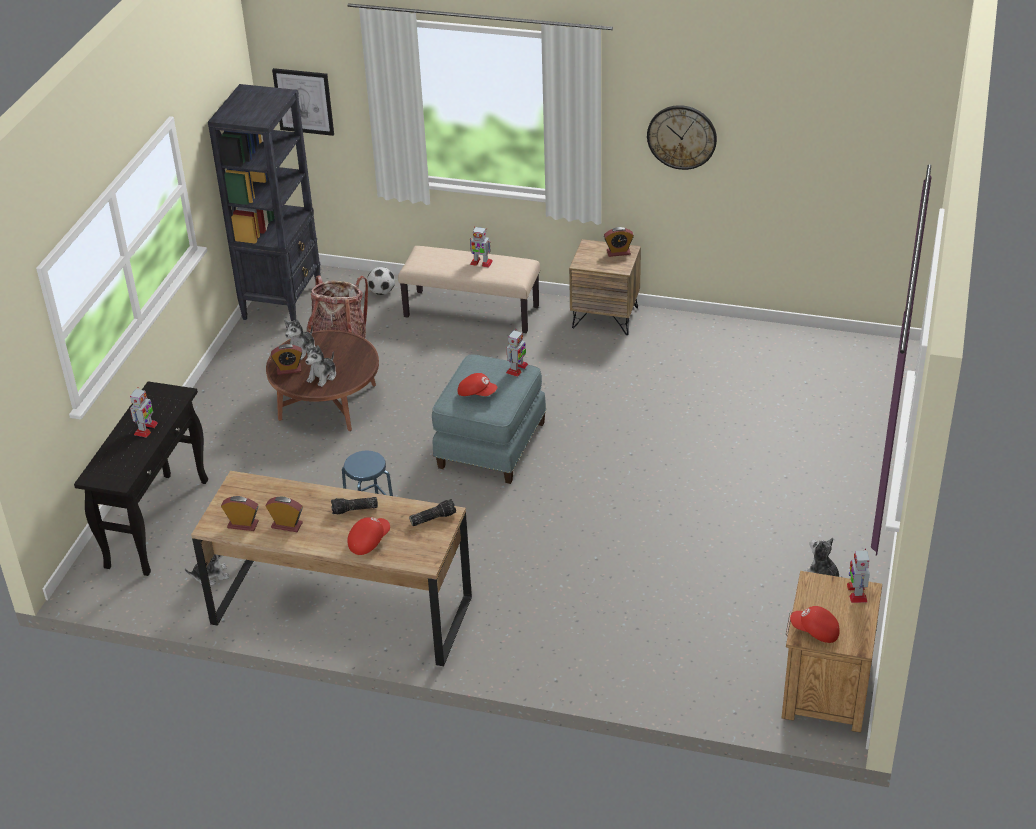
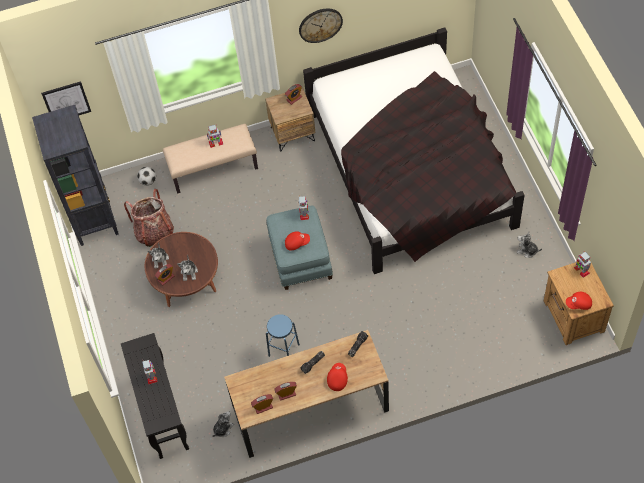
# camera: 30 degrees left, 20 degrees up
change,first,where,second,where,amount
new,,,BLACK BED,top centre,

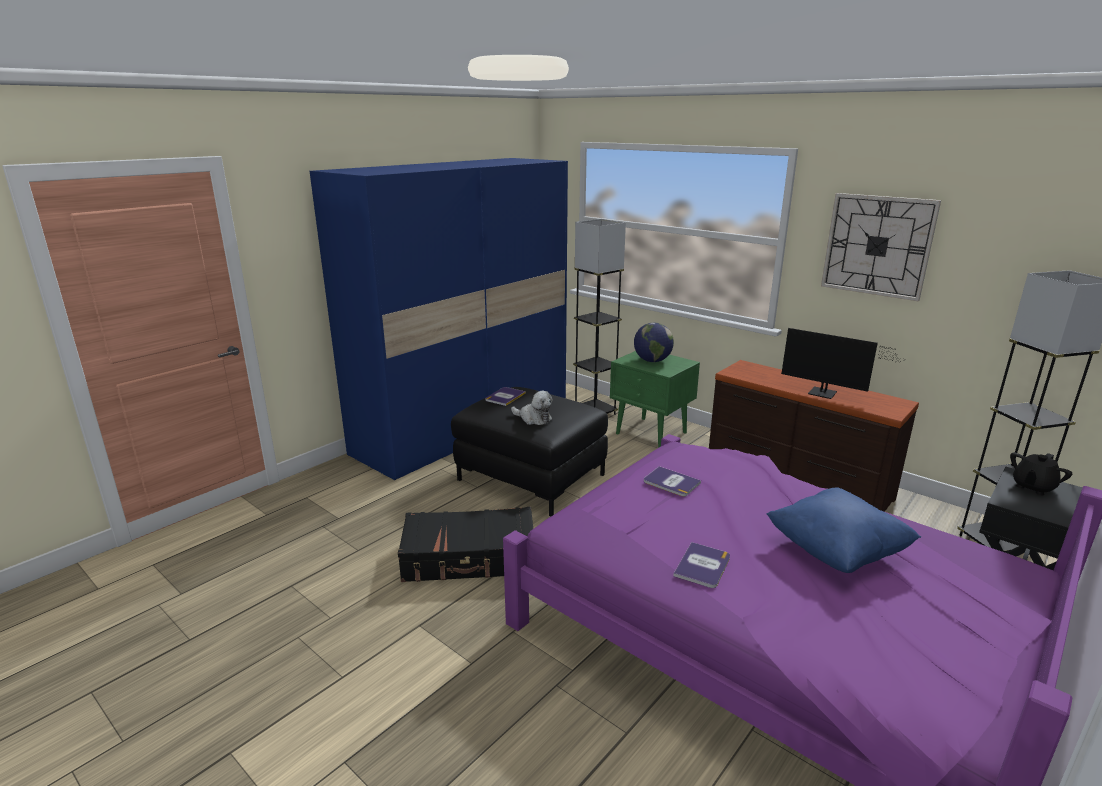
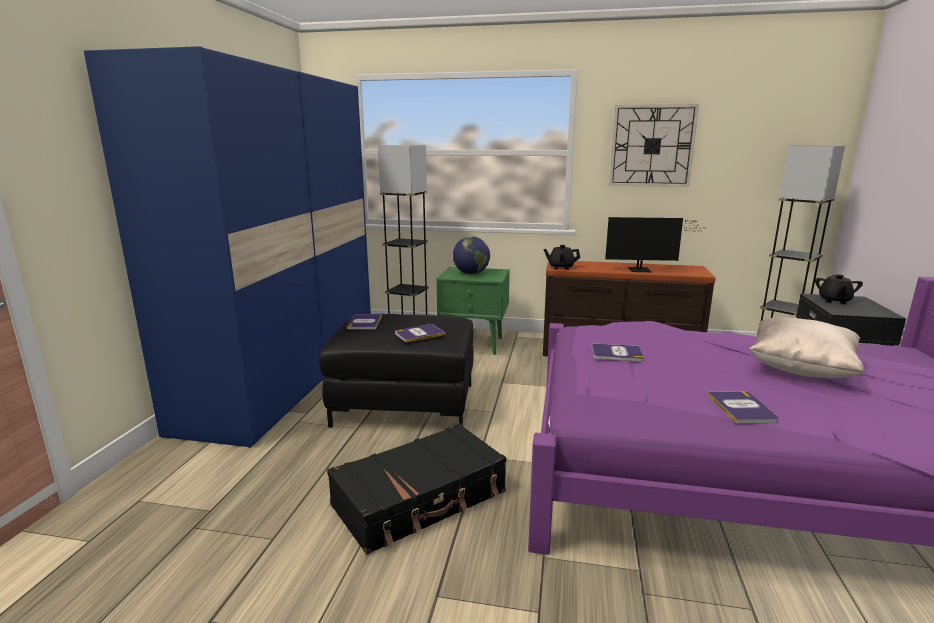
# camera: 30 degrees left, 5 degrees down
change,first,where,second,where,amount
new,,,BLACK TEAPOT (no. 1 from left),centre,
swapped,PLUSH TOY,centre,BOOK (no. 2 from left),centre,
repainted,BLUE PILLOW,bottom right,BEIGE PILLOW,middle right,

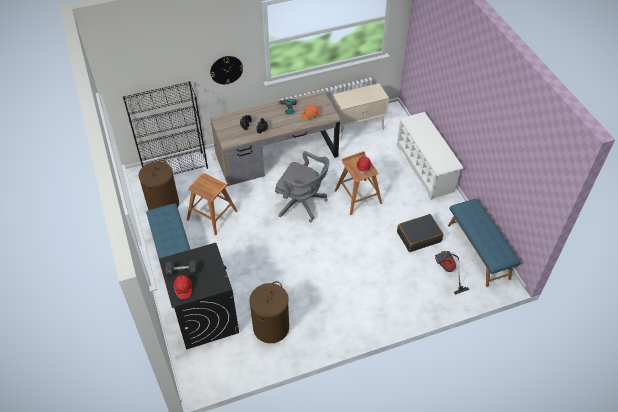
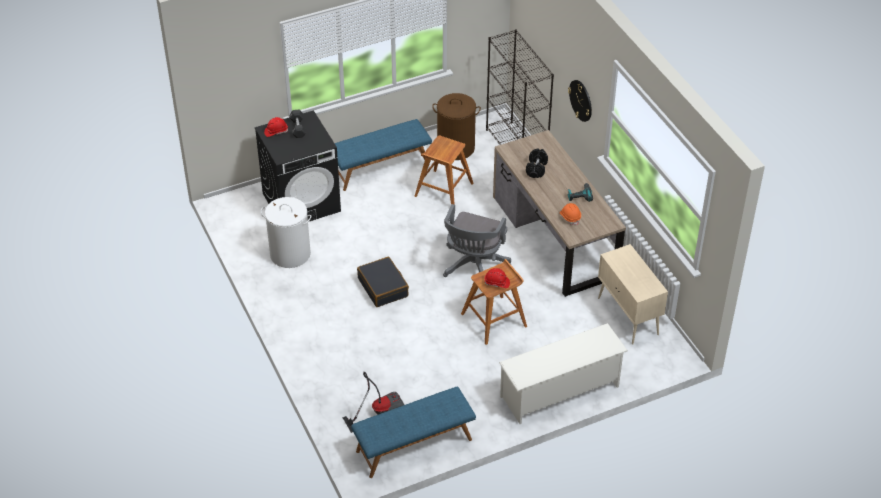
# camera: 85 degrees right, 5 degrees down
change,first,where,second,where,amount
shifted,BLACK SUITCASE,middle right,,centre,
repainted,BROWN LAUNDRY BASKET (no. 2 from left),bottom centre,WHITE LAUNDRY BASKET,middle left,

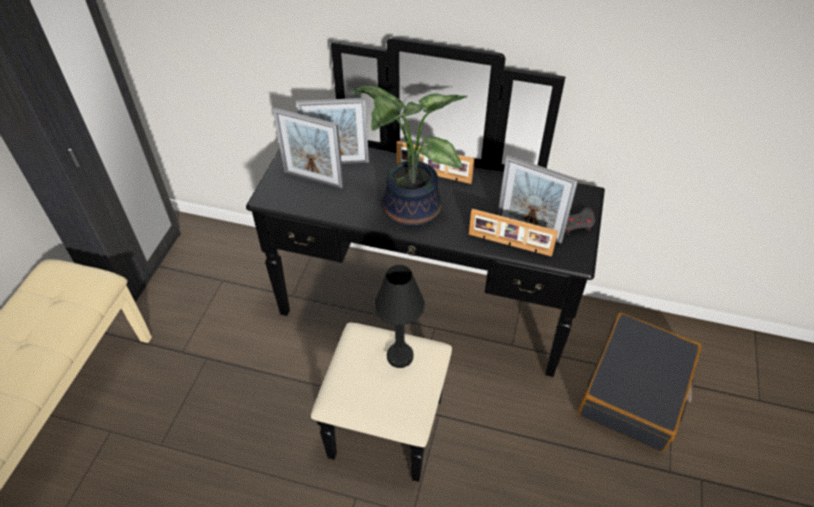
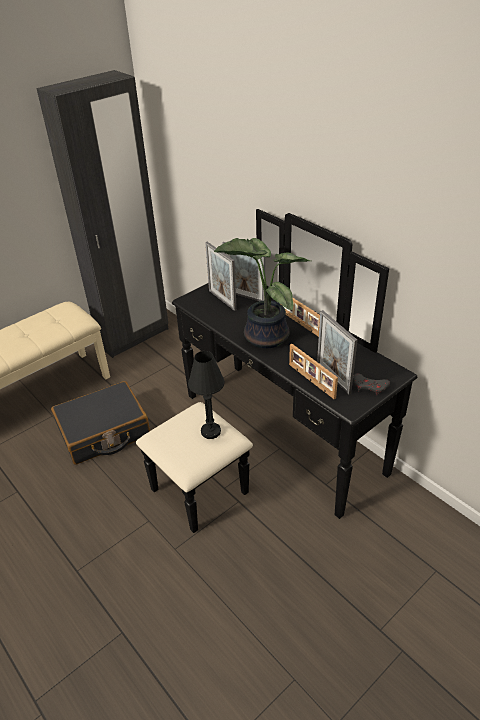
# camera: 35 degrees right, 10 degrees down
change,first,where,second,where,amount
shifted,BLACK SUITCASE,bottom right,,middle left,

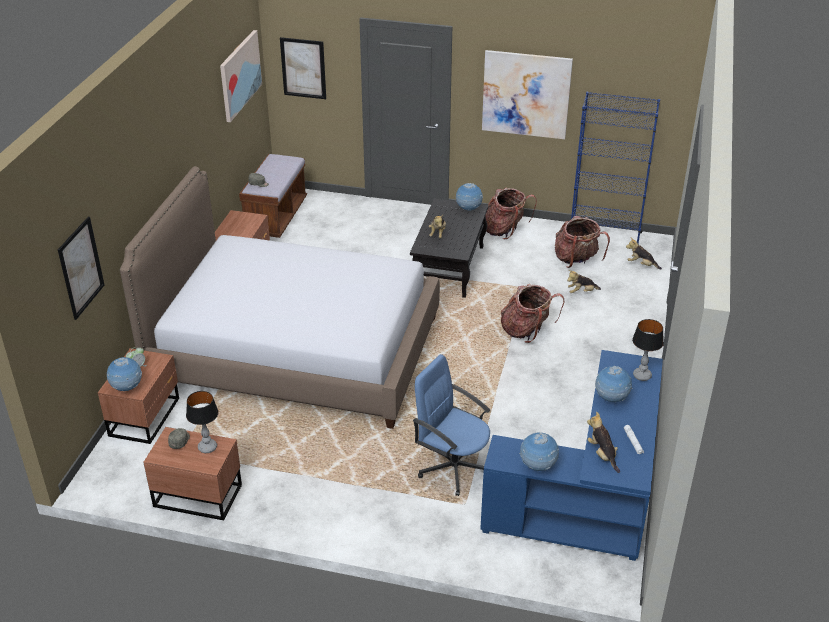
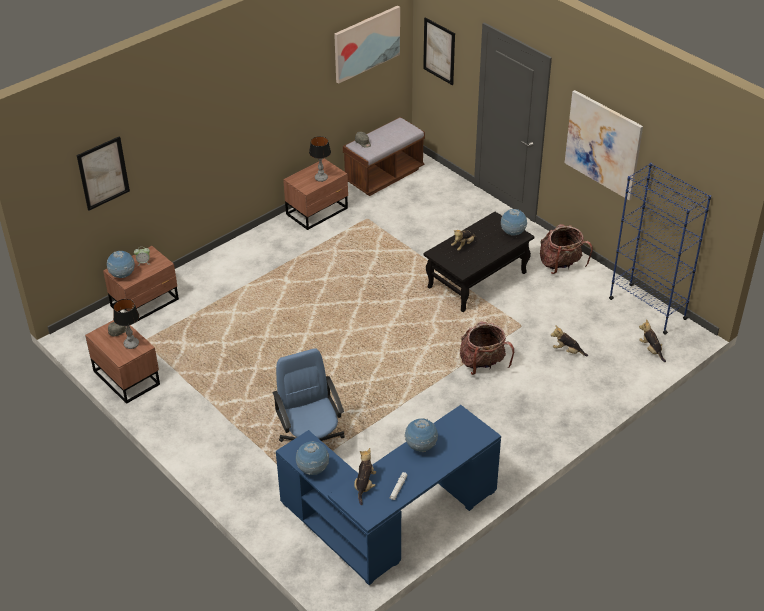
# camera: 35 degrees right, 5 degrees up
change,first,where,second,where,amount
gone,BED,centre,,,
gone,BACKPACK (no. 3 from left),middle right,,,
shifted,TABLE LAMP (no. 2 from left),middle right,,top centre,

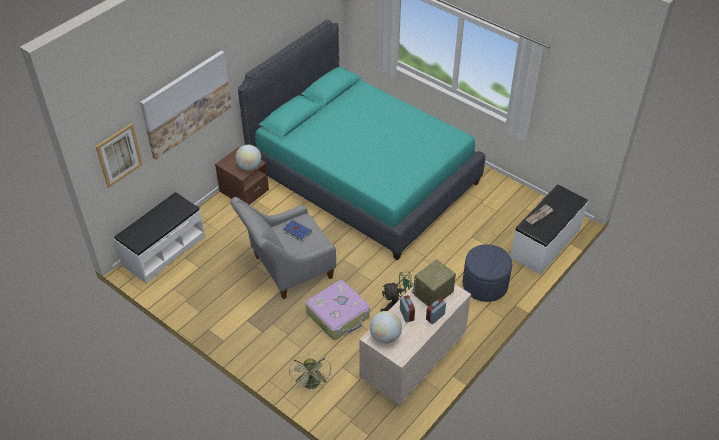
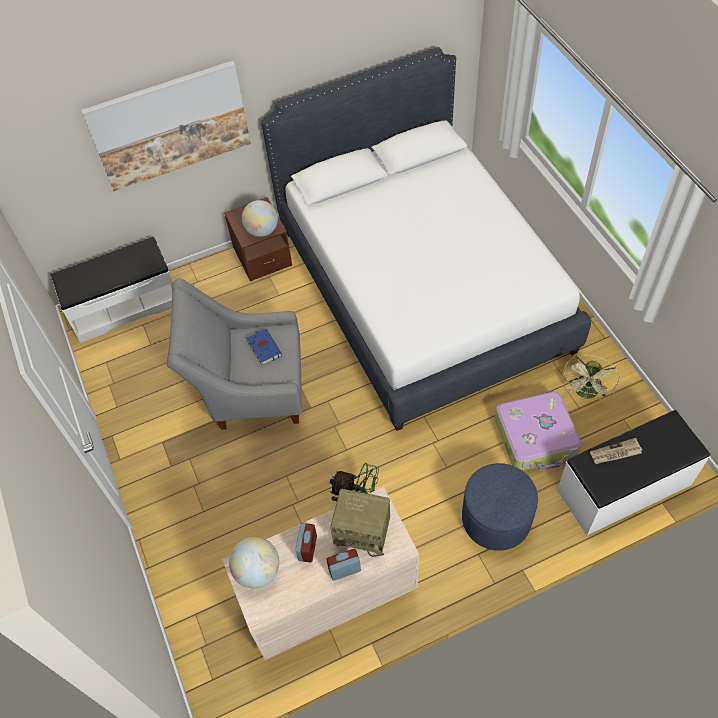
# camera: 30 degrees right, 10 degrees up
change,first,where,second,where,amount
gone,PICTURE (no. 1 from left),middle left,,,
shifted,GREEN FAN (no. 1 from left in the first image),bottom centre,GREEN FAN (no. 2 from left),middle right,
shifted,SUITCASE,bottom centre,,middle right,
repainted,TURQUOISE BED,top centre,WHITE BED,top centre,
rotated,RADIO,centre,,bottom centre,150 degrees counterclockwise

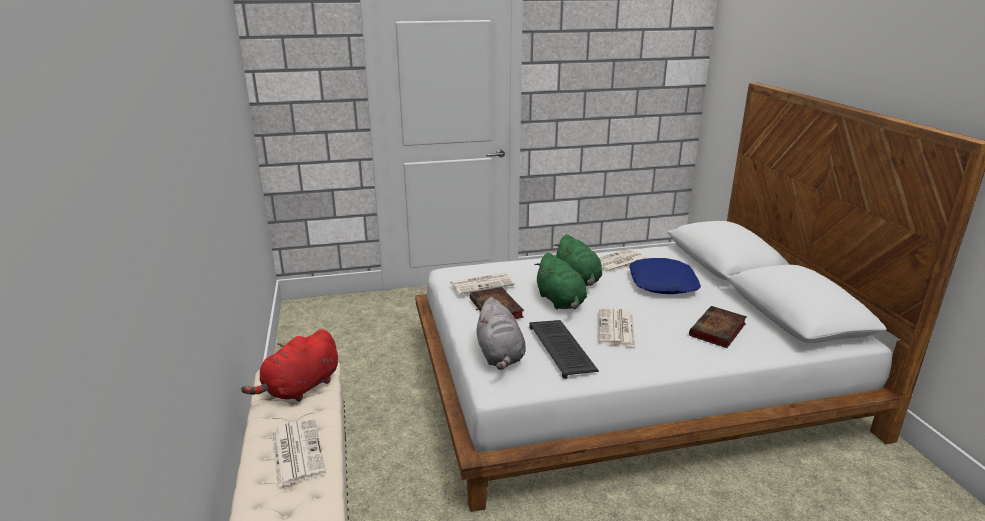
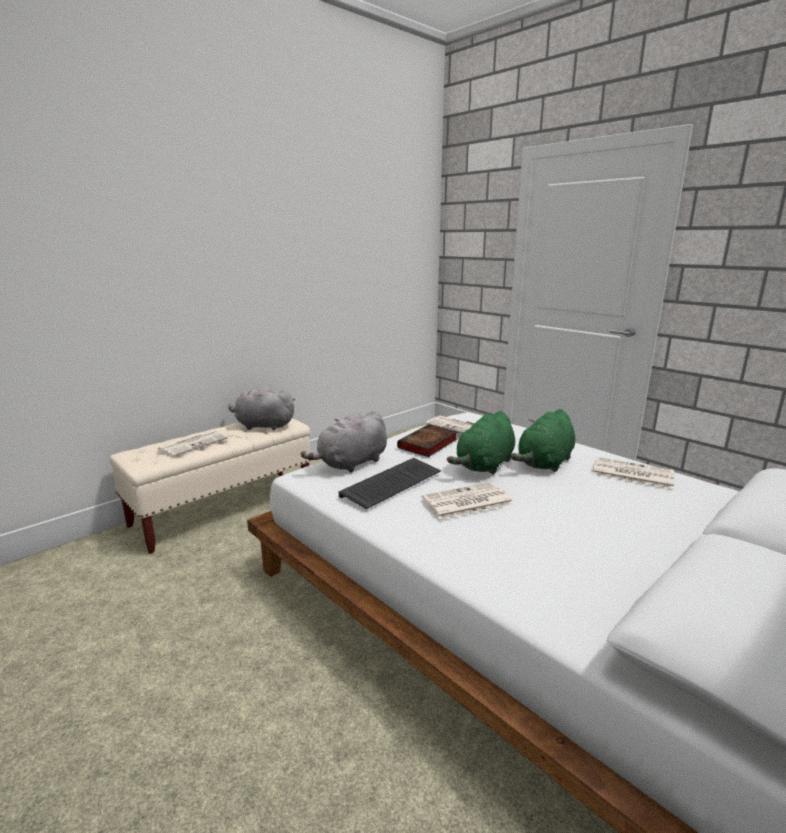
# camera: 60 degrees right, 5 degrees down
change,first,where,second,where,amount
gone,BLUE PILLOW,middle right,,,
gone,BOOK (no. 2 from left),middle right,,,
repainted,RED PLUSH TOY,bottom left,GREY PLUSH TOY (no. 1 from left),middle left,

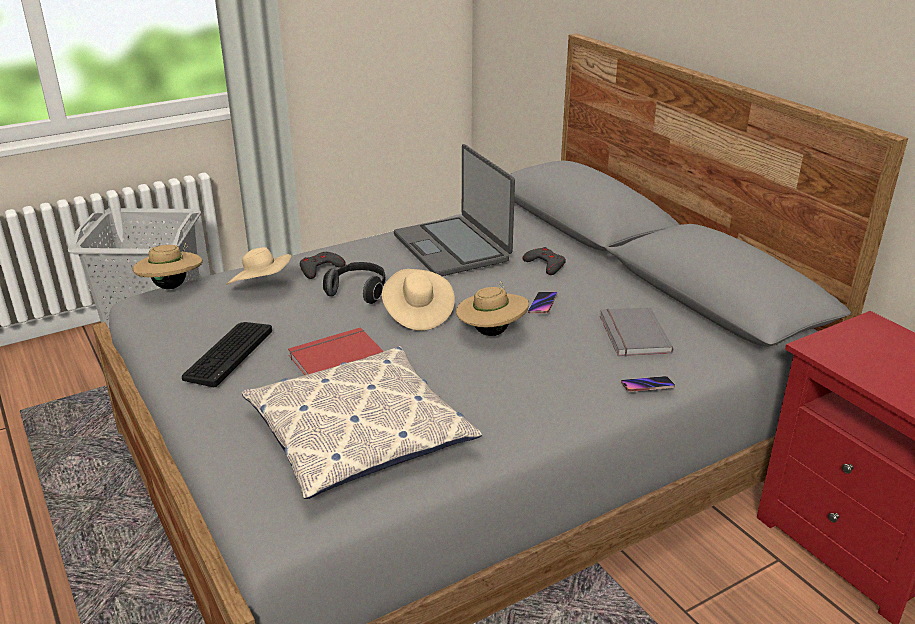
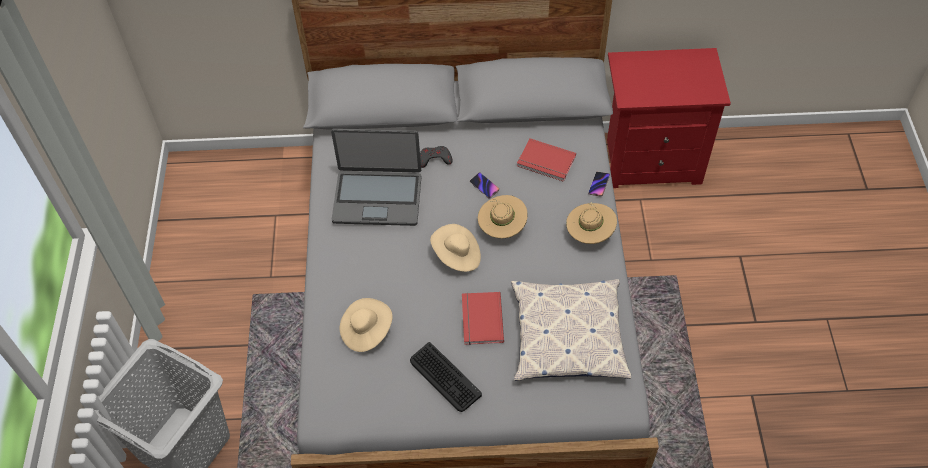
# camera: 60 degrees left, 25 degrees up
change,first,where,second,where,amount
gone,GREY GAME CONTROLLER (no. 1 from left),centre,,,
gone,HEADPHONES,centre,,,
shifted,BEIGE HAT (no. 1 from left in the first image),middle left,BEIGE HAT (no. 4 from left),centre,
repainted,GREY BOOK,middle right,RED BOOK (no. 2 from left),centre,

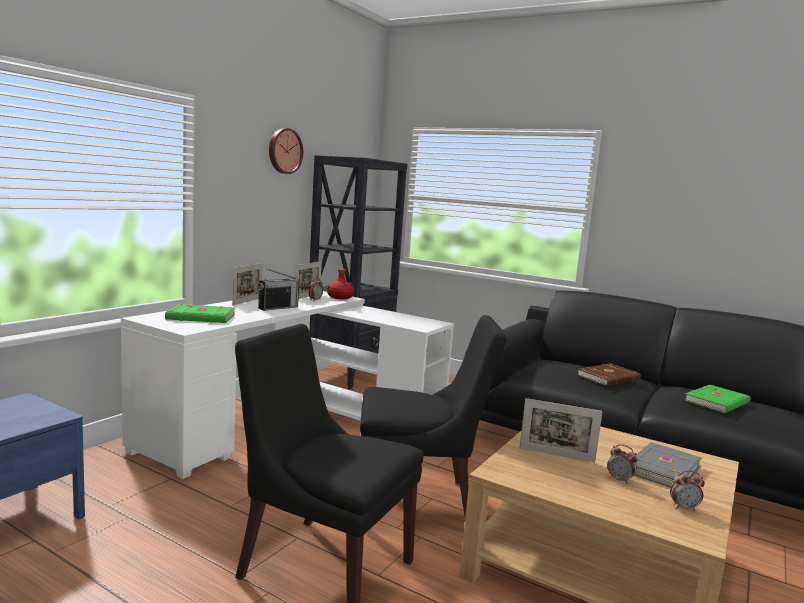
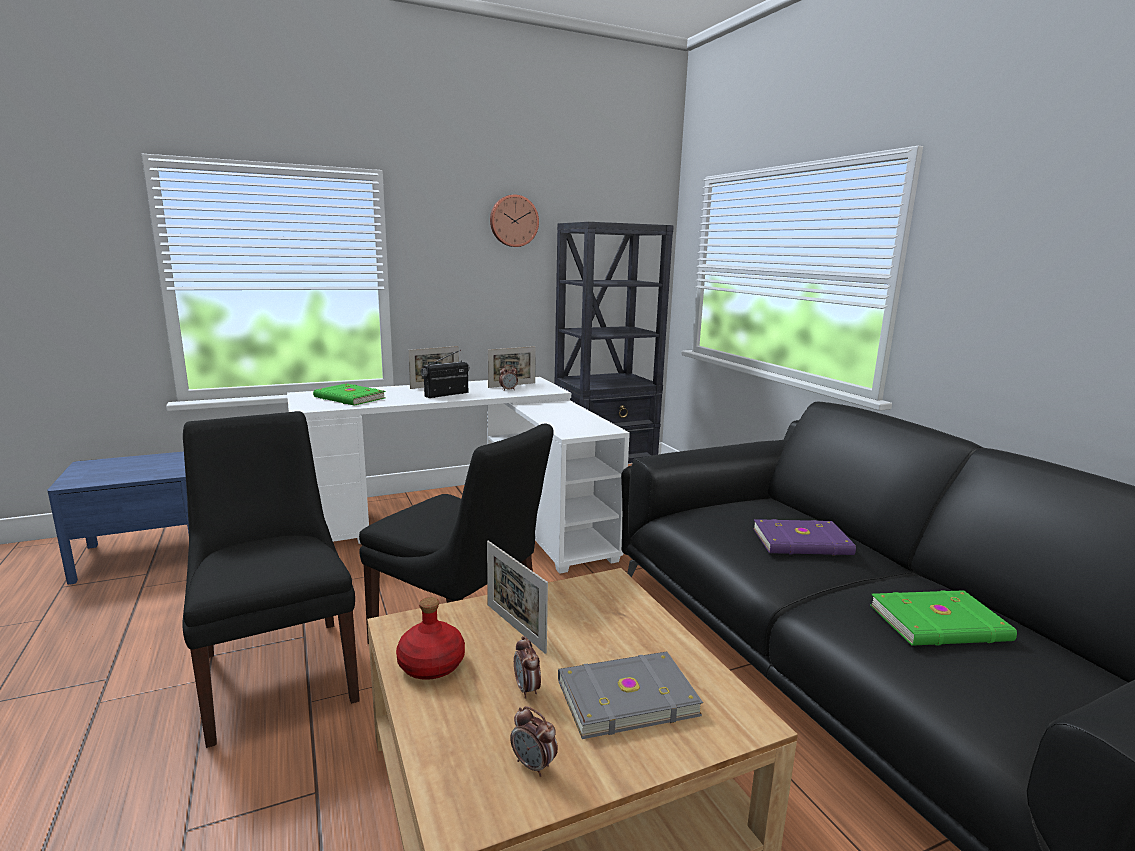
# camera: 35 degrees right, 5 degrees up
change,first,where,second,where,amount
shifted,RED BOTTLE,centre,,bottom centre,
repainted,BROWN BOOK,middle right,PURPLE BOOK,middle right,
rotated,RADIO,centre,,centre,150 degrees clockwise

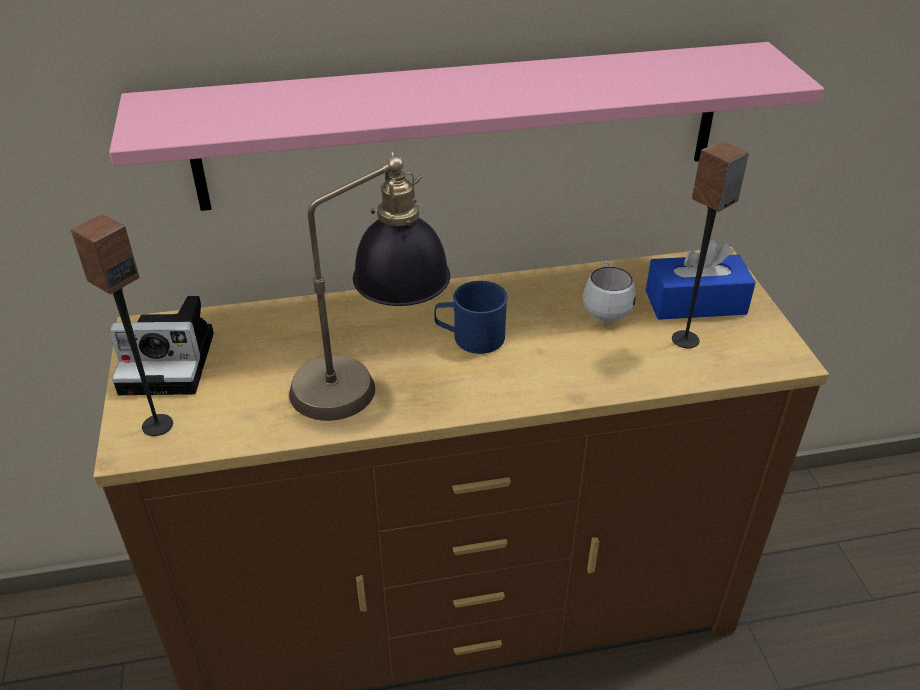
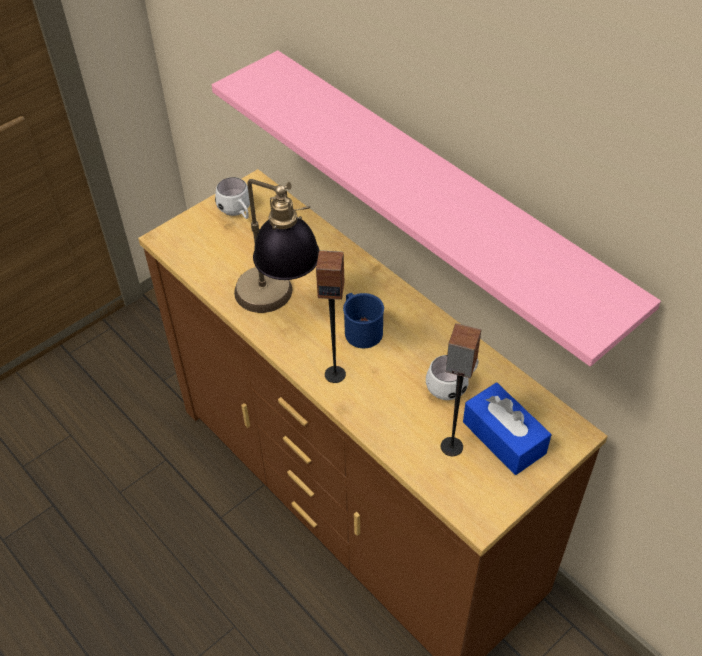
# camera: 60 degrees right, 10 degrees up
change,first,where,second,where,amount
shifted,SPEAKER (no. 1 from left),middle left,,centre,
swapped,PHOTO CAMERA,middle left,WHITE MUG (no. 1 from left),top left,

